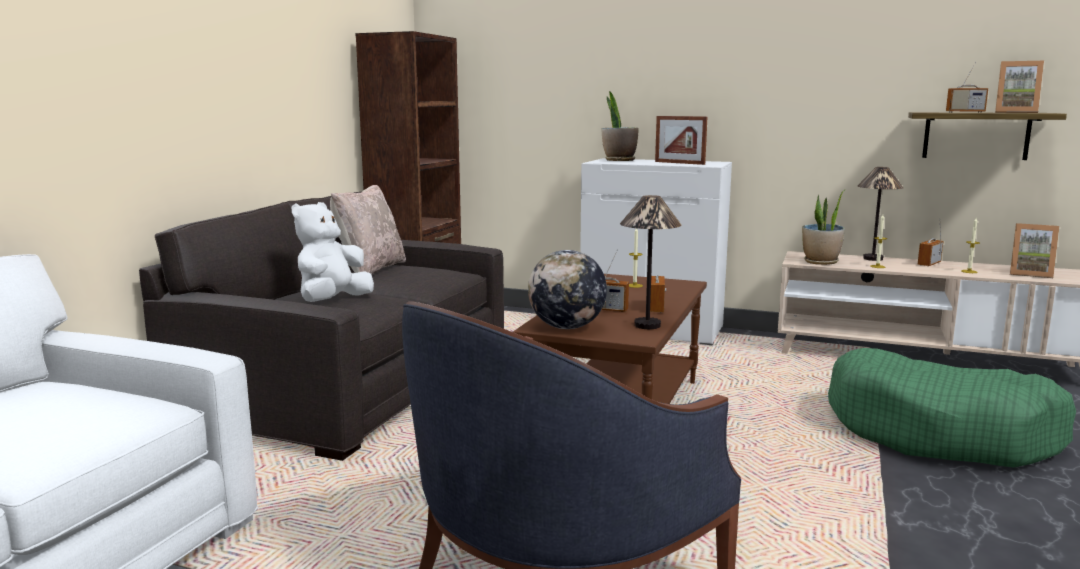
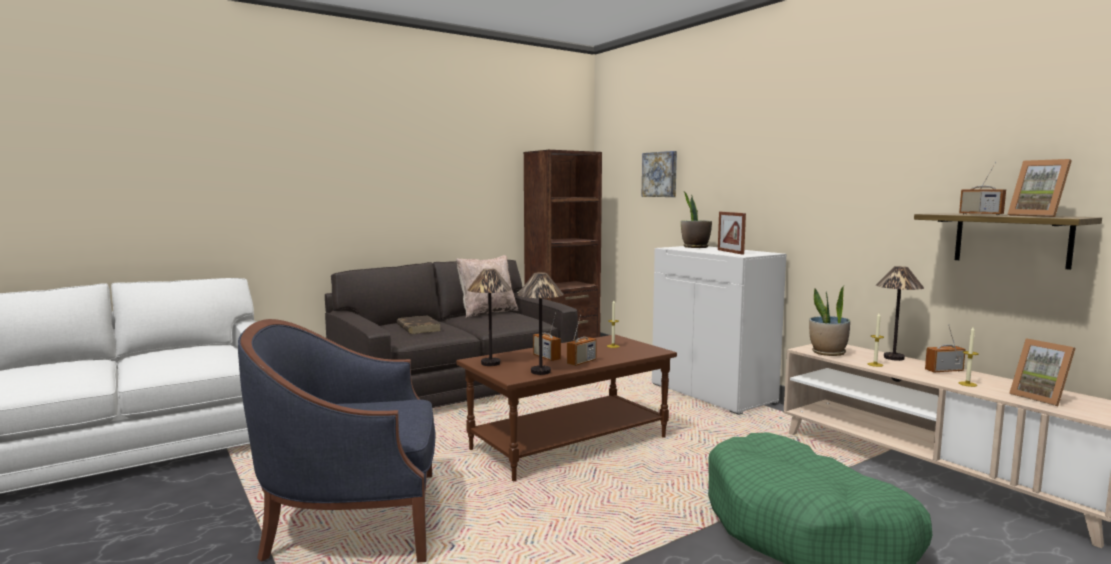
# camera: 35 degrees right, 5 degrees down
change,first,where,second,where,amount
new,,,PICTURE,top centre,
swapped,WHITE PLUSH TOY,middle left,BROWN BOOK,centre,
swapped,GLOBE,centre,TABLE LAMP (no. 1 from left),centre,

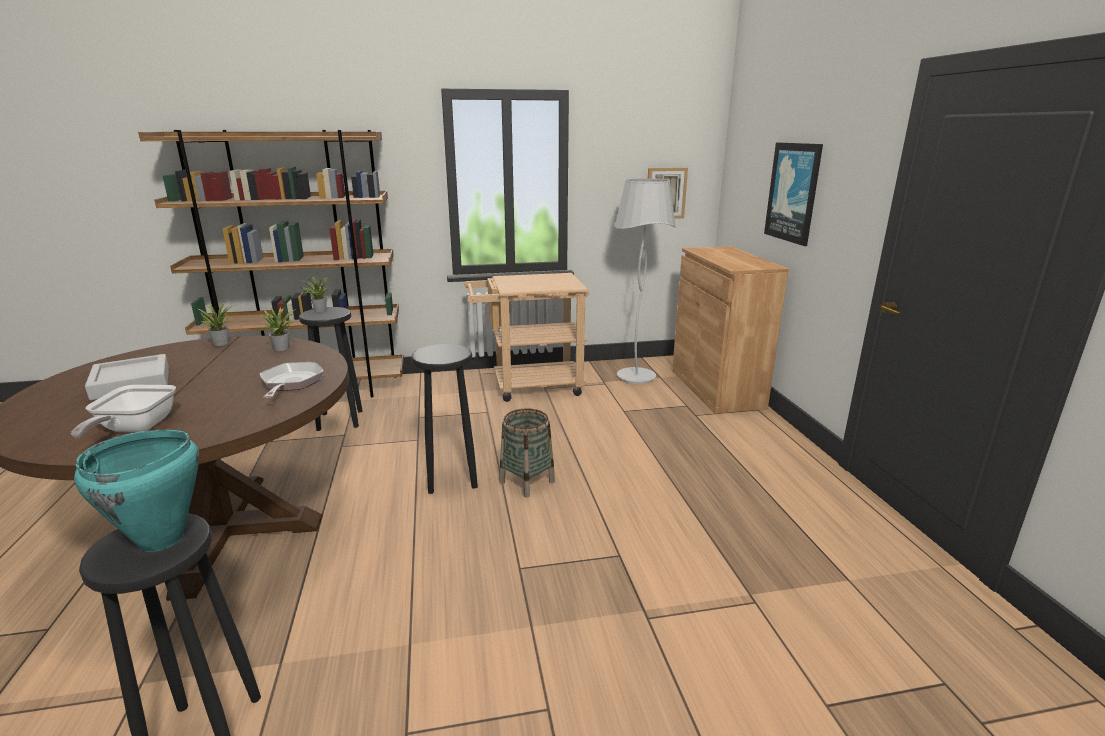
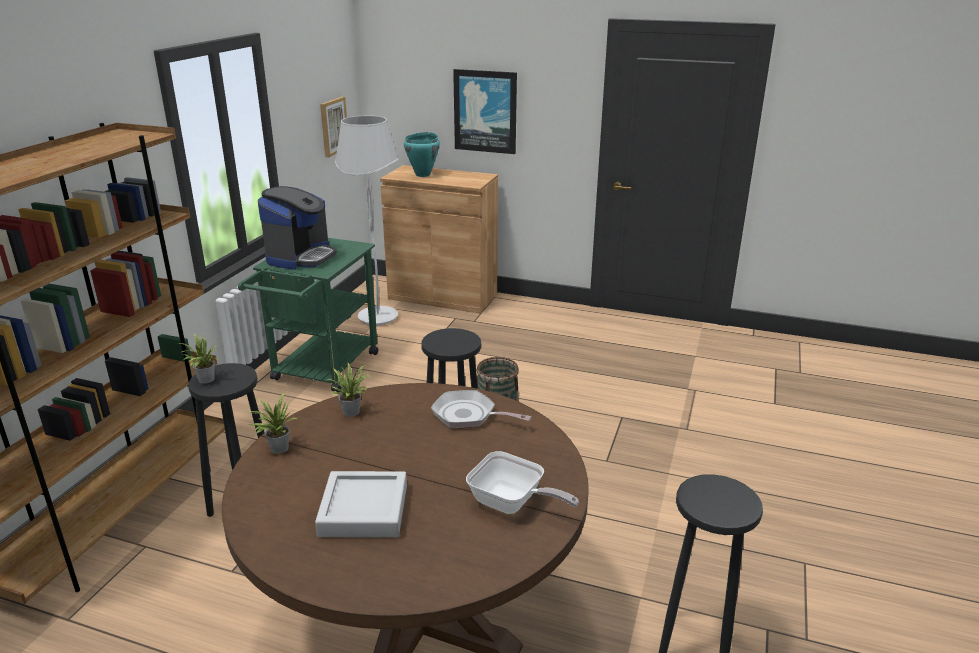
# camera: 60 degrees left, 5 degrees up
change,first,where,second,where,amount
new,,,COFFEE MACHINE,middle left,
shifted,TURQUOISE COOKING POT,bottom left,,top centre,
repainted,BEIGE CART,centre,GREEN CART,middle left,

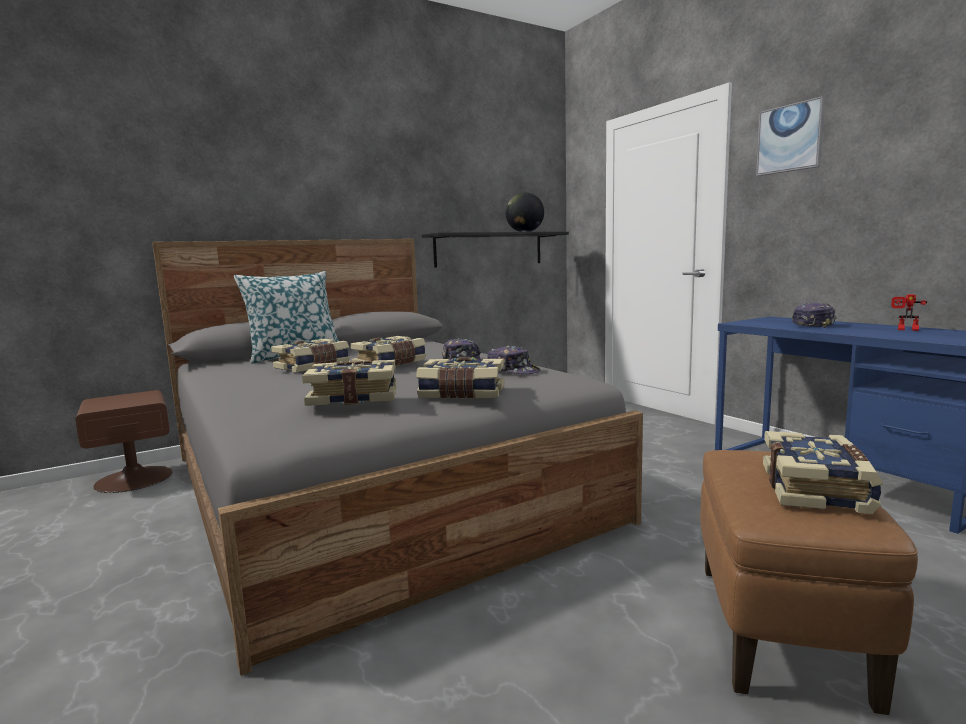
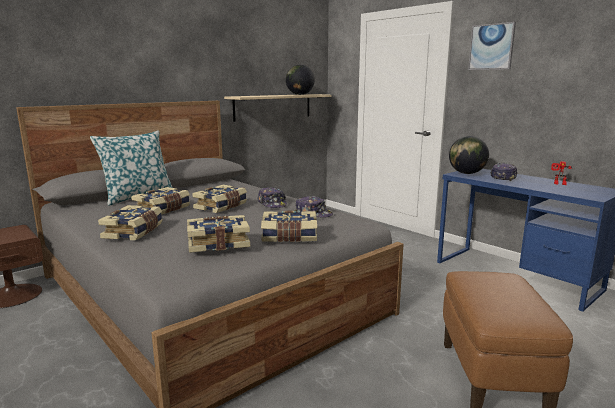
# camera: 10 degrees left, 5 degrees up
change,first,where,second,where,amount
new,,,GLOBE (no. 2 from left),middle right,
shifted,BOOK (no. 5 from left in the first image),middle right,BOOK (no. 1 from left),middle left,
repainted,BLACK SHELF,centre,BEIGE SHELF,top centre,

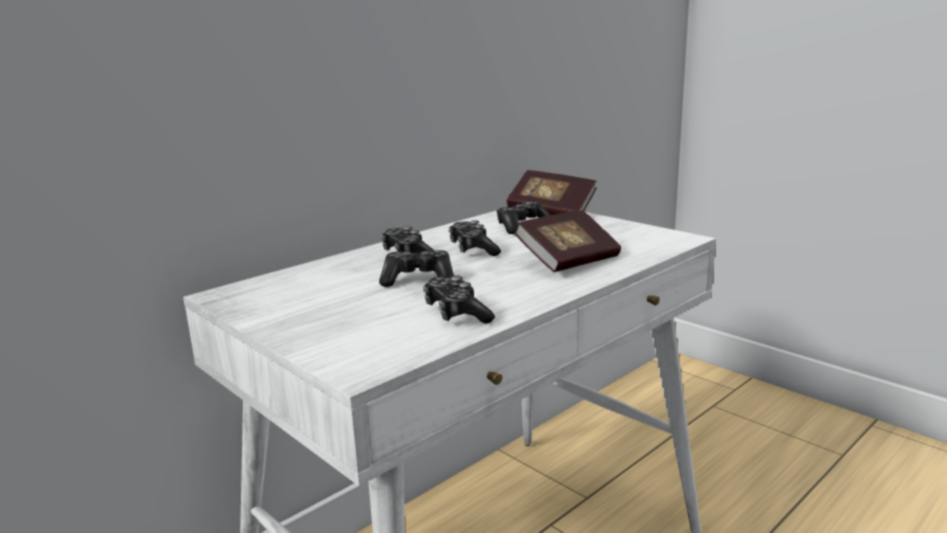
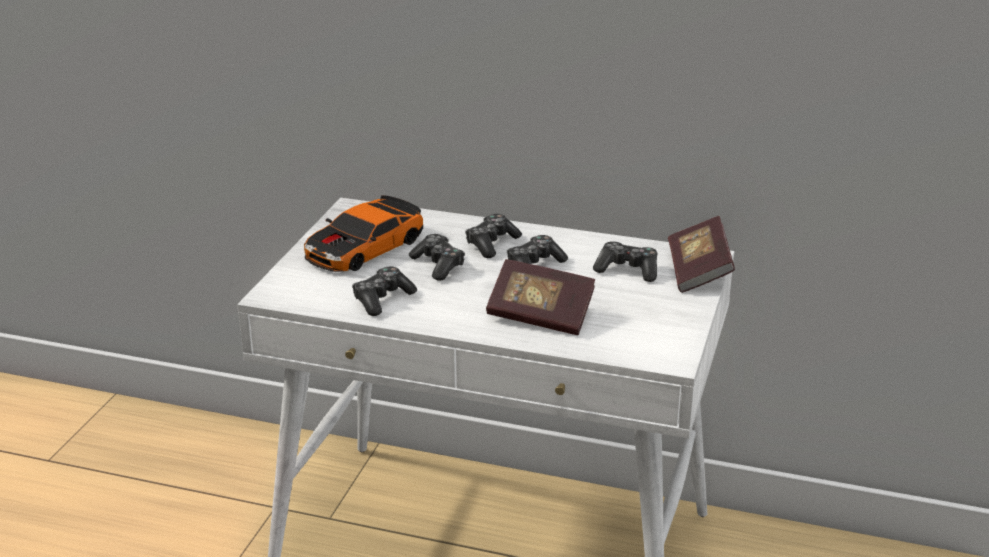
# camera: 60 degrees right, 10 degrees up
change,first,where,second,where,amount
new,,,TOY CAR,centre,

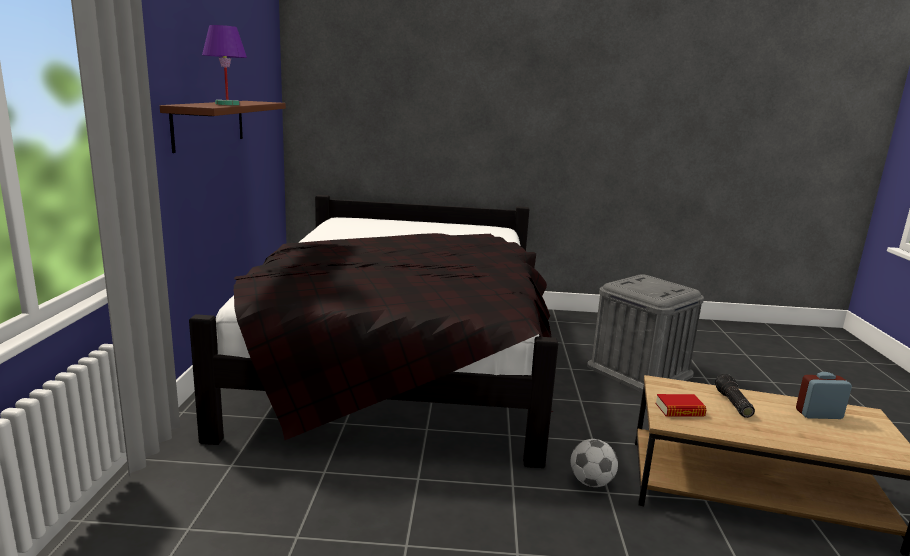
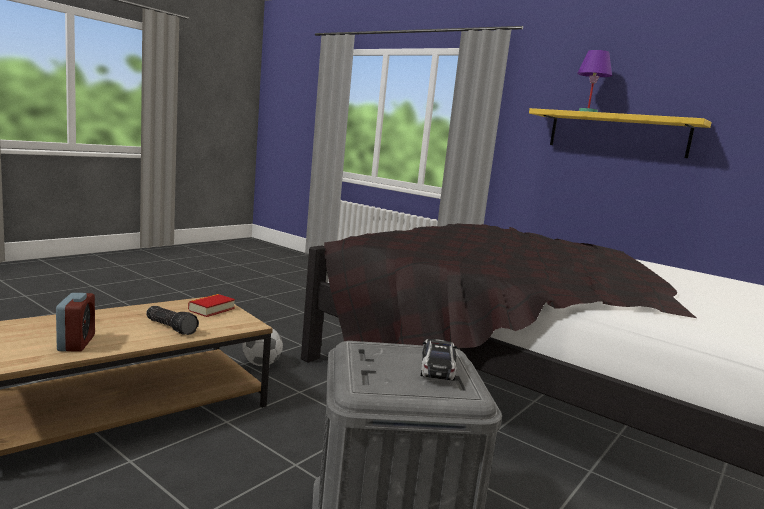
# camera: 125 degrees right, 5 degrees down
change,first,where,second,where,amount
new,,,TOY CAR,bottom centre,
repainted,BROWN SHELF,top left,YELLOW SHELF,top right,
rotated,ALARM CLOCK,bottom right,,middle left,45 degrees counterclockwise

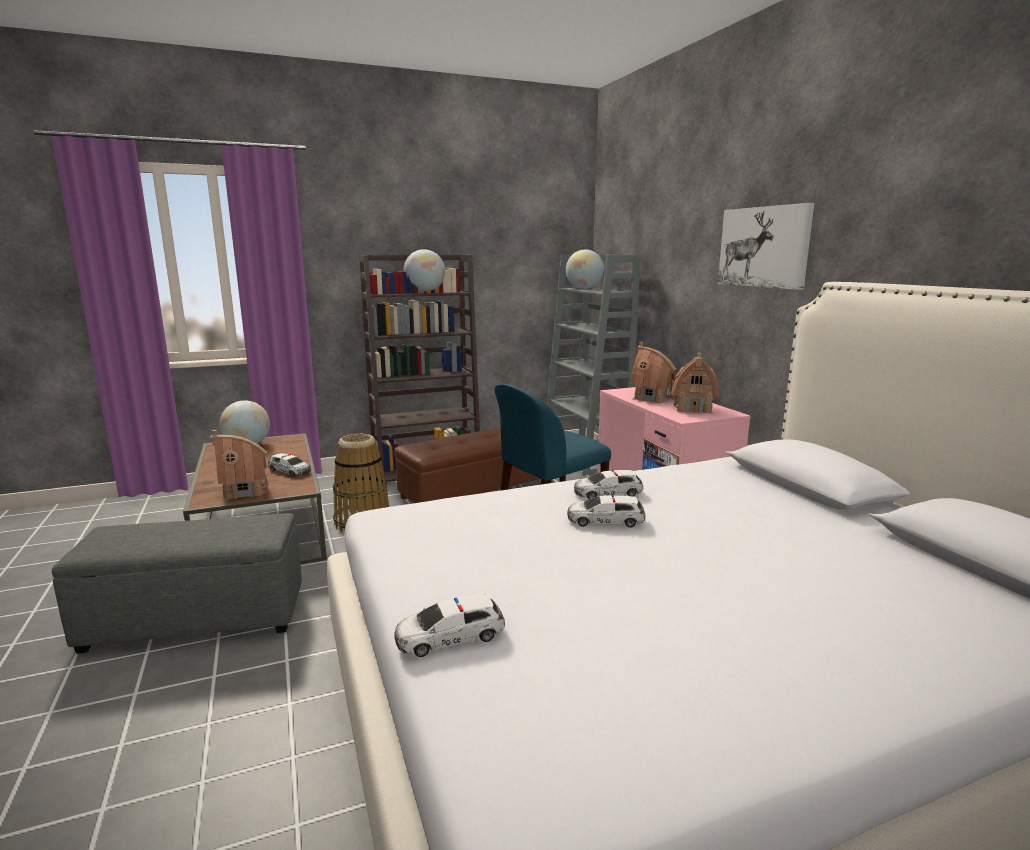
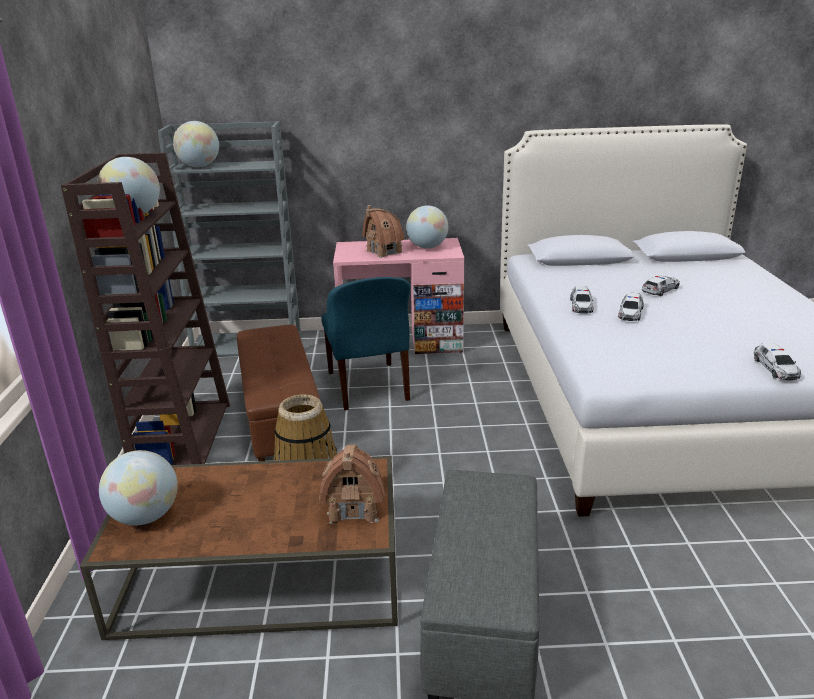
# camera: 70 degrees left, 10 degrees up
change,first,where,second,where,amount
gone,PICTURE,top right,,,
shifted,TOY CAR (no. 1 from left in the first image),middle left,TOY CAR (no. 3 from left),middle right,
swapped,TOY HOUSE (no. 3 from left),middle right,GLOBE (no. 4 from left),top centre,

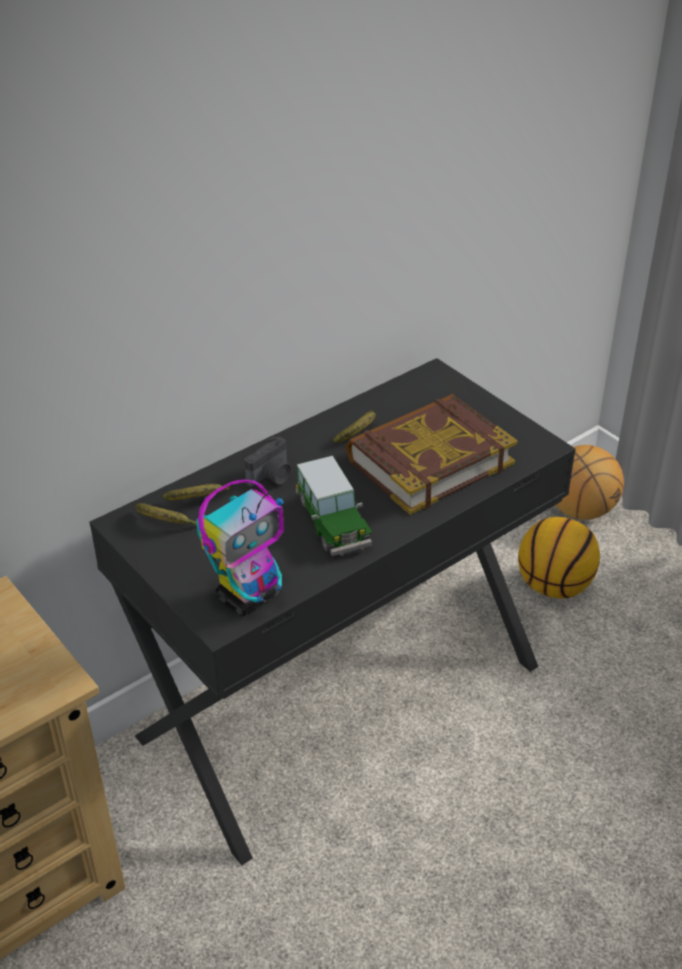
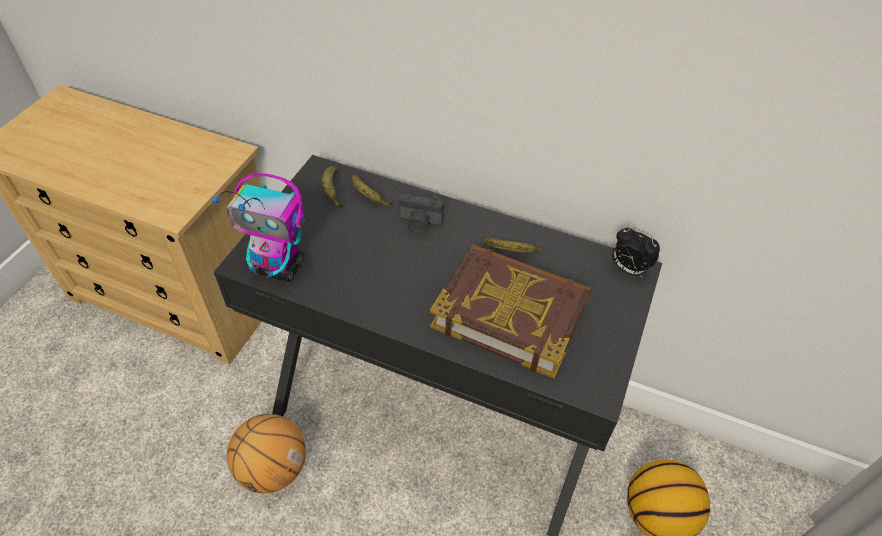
# camera: 60 degrees right, 10 degrees up
change,first,where,second,where,amount
gone,TOY CAR,centre,,,
new,,,ALARM CLOCK,middle right,
shifted,BASKETBALL (no. 2 from left in the first image),middle right,BASKETBALL (no. 1 from left),bottom left,

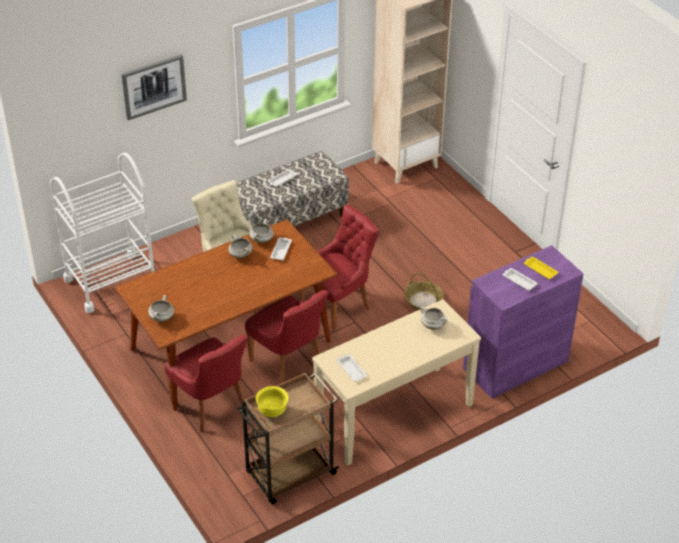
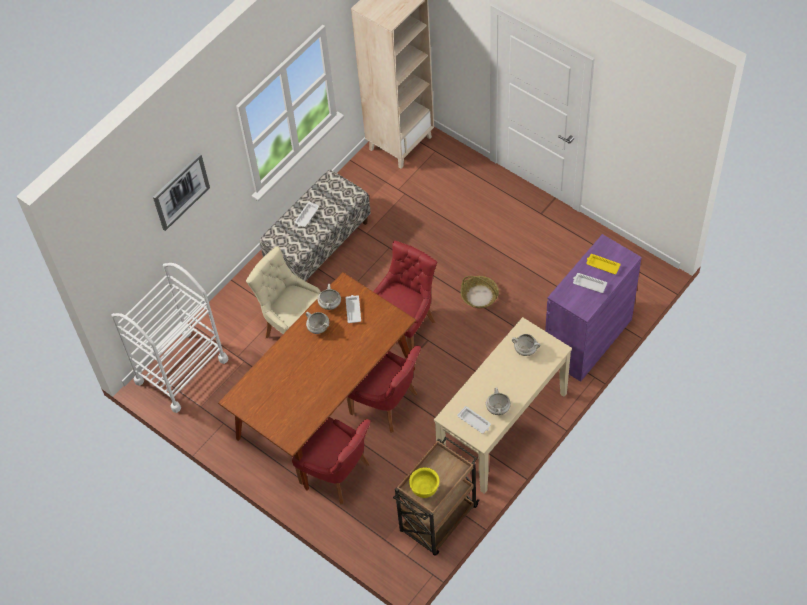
# camera: 15 degrees left, 15 degrees up
change,first,where,second,where,amount
shifted,WHITE COOKING POT (no. 1 from left in the first image),middle left,WHITE COOKING POT (no. 3 from left),centre,

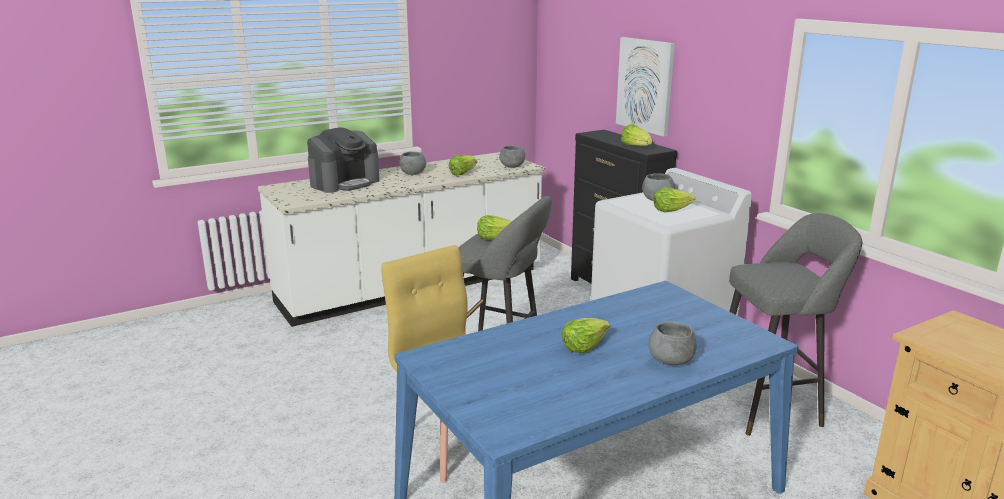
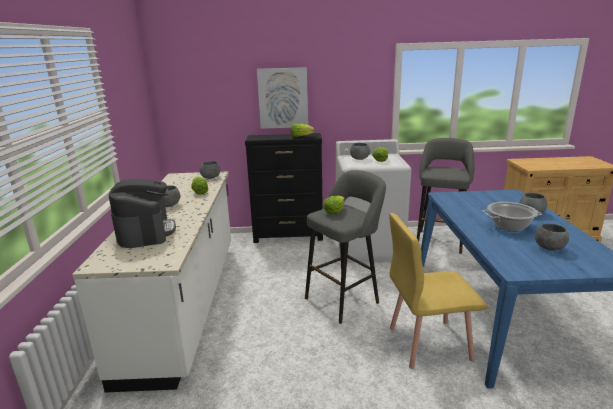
# camera: 60 degrees left, 0 degrees up
change,first,where,second,where,amount
new,,,GREY BOWL (no. 5 from left),middle right,
swapped,LETTUCE (no. 3 from left),bottom centre,COOKING POT,middle right,

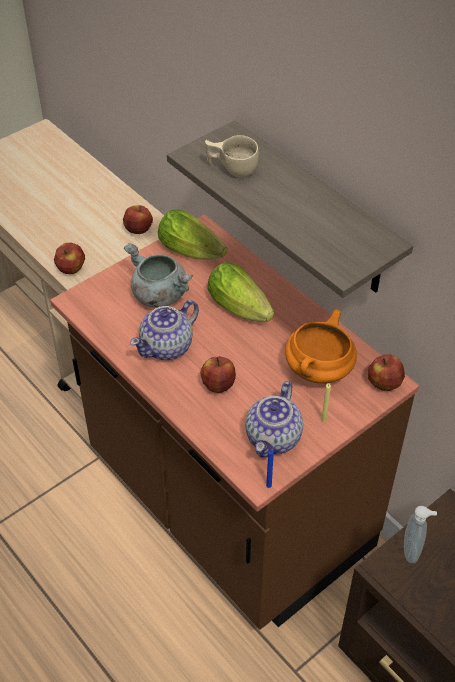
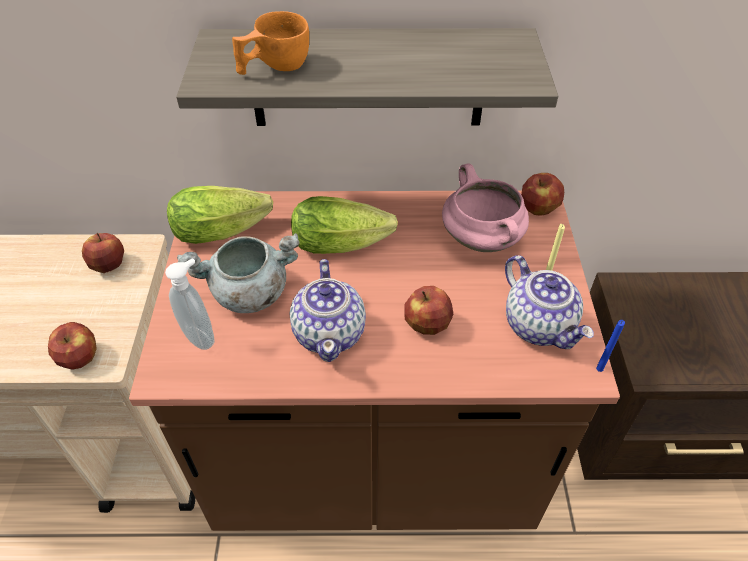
# camera: 50 degrees left, 0 degrees up
change,first,where,second,where,amount
shifted,SOAP DISPENSER,bottom right,,middle left,
repainted,BEIGE CUP,top centre,ORANGE CUP,top centre,
repainted,ORANGE COOKING POT,middle right,PINK COOKING POT,centre,

